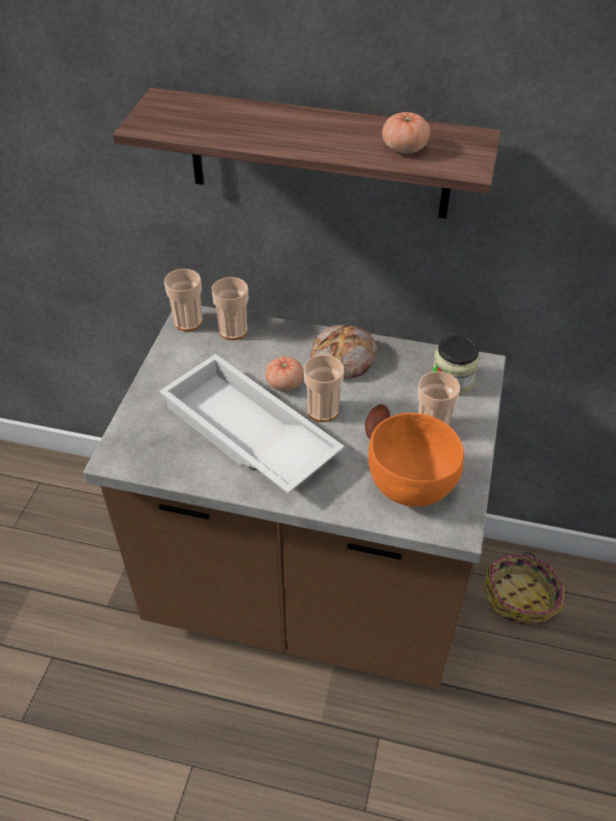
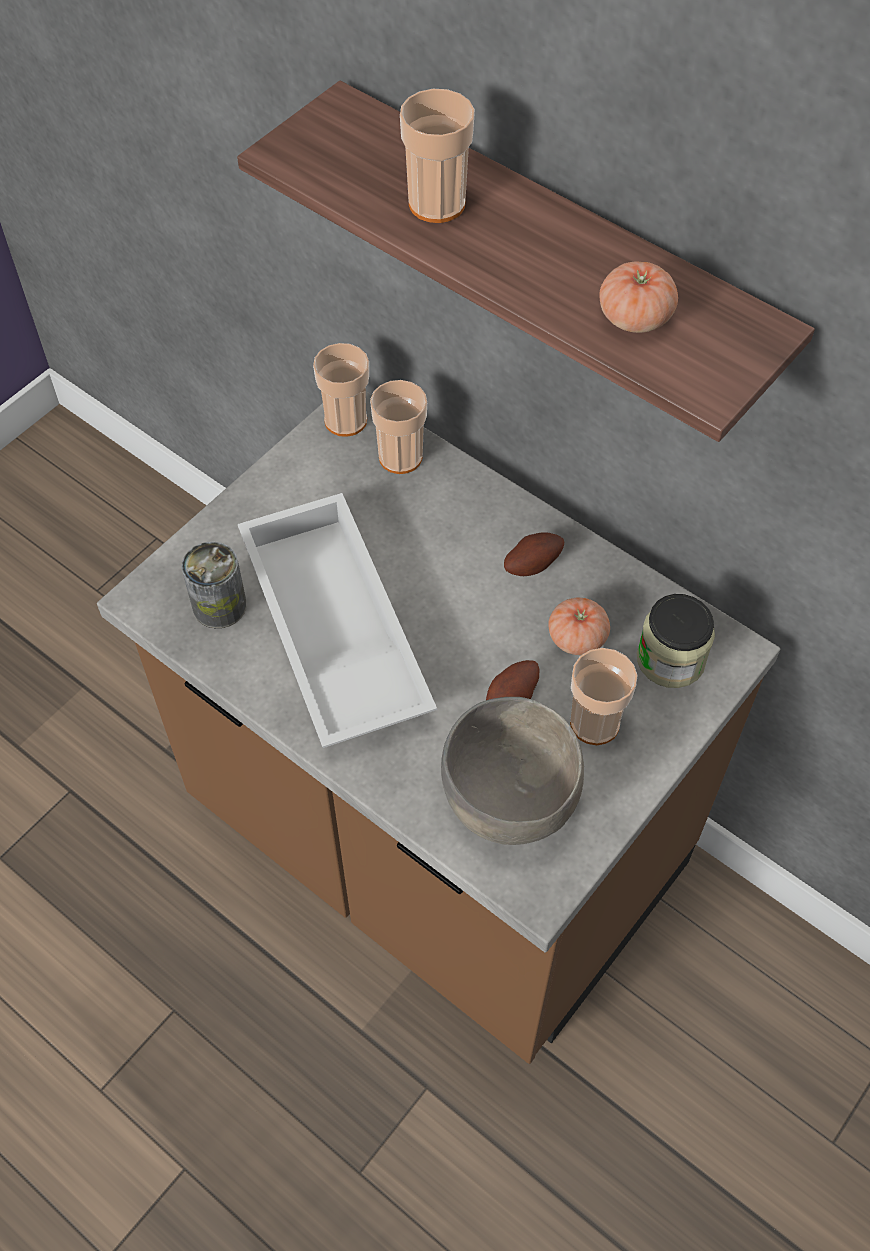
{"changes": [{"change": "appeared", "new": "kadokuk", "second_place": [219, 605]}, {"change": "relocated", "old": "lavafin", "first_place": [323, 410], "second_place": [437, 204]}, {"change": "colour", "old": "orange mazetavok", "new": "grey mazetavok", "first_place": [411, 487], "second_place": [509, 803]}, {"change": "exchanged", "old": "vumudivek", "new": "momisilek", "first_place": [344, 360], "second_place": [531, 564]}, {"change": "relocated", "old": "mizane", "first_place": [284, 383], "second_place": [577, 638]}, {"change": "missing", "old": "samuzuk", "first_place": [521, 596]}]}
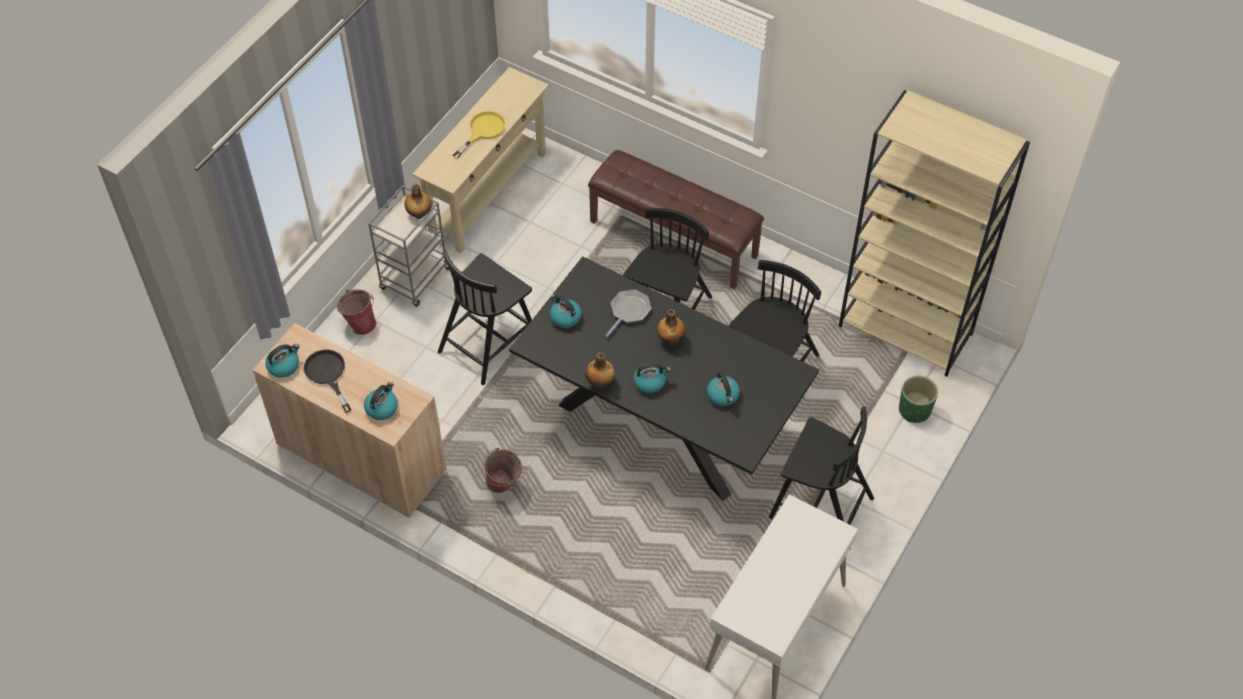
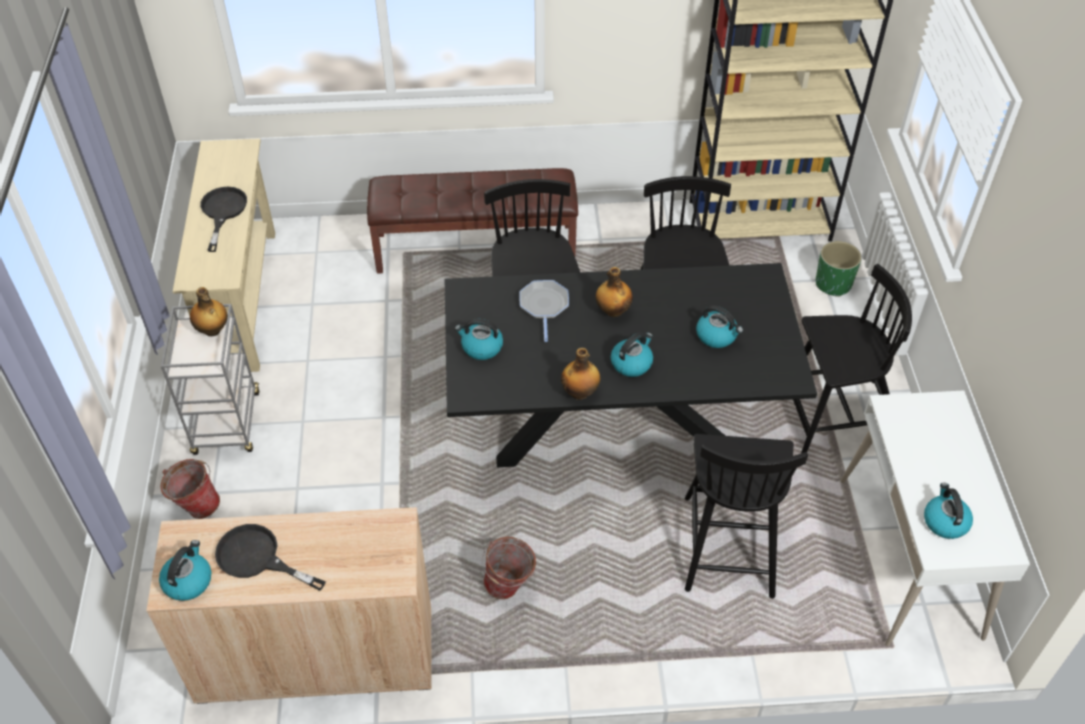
{"changes": [{"change": "colour", "old": "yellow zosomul", "new": "black zosomul", "first_place": [483, 131], "second_place": [222, 212]}, {"change": "relocated", "old": "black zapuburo", "first_place": [489, 342], "second_place": [729, 543]}, {"change": "relocated", "old": "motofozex", "first_place": [382, 408], "second_place": [944, 521]}]}
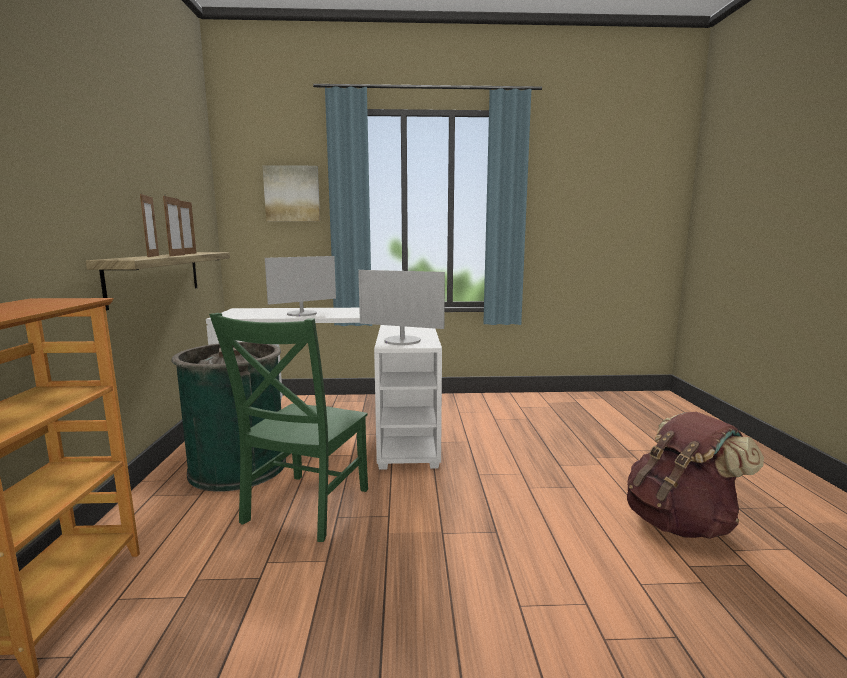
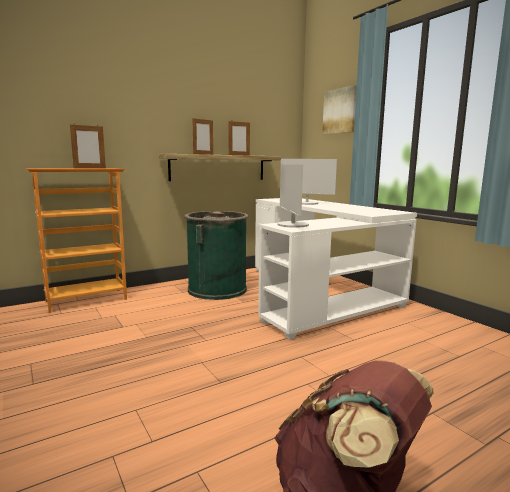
{"changes": [{"change": "relocated", "old": "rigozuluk", "first_place": [177, 255], "second_place": [89, 168]}, {"change": "missing", "old": "green zapuburo", "first_place": [304, 508]}]}
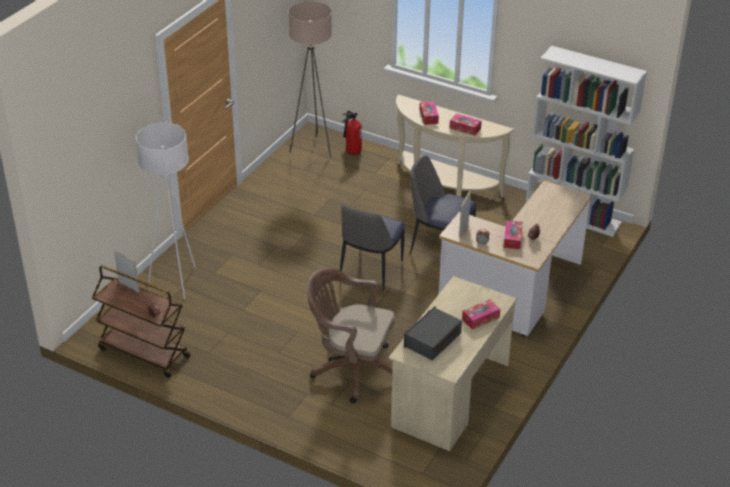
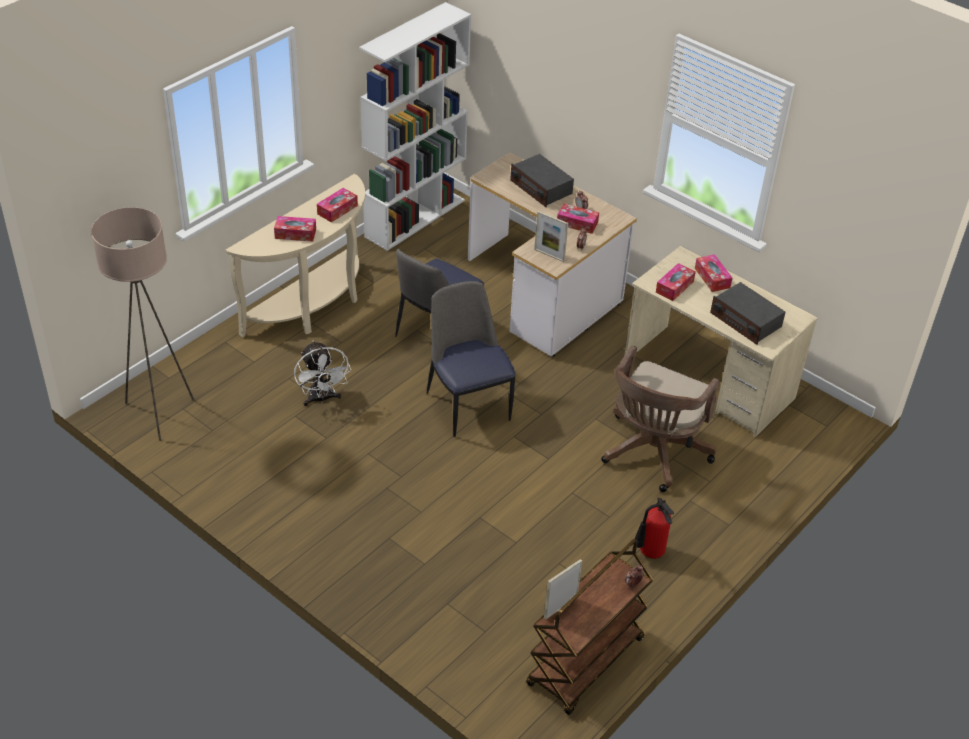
{"changes": [{"change": "appeared", "new": "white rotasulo", "second_place": [321, 399]}, {"change": "spun", "old": "zapuburo", "first_place": [370, 270], "second_place": [467, 404], "degrees": -150}, {"change": "appeared", "new": "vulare", "second_place": [541, 187]}, {"change": "relocated", "old": "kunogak", "first_place": [351, 151], "second_place": [649, 554]}, {"change": "appeared", "new": "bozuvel", "second_place": [674, 287]}, {"change": "missing", "old": "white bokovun", "first_place": [176, 282]}]}
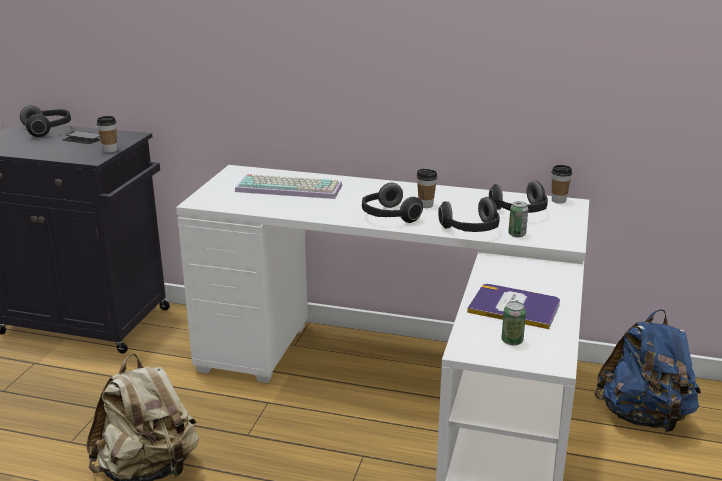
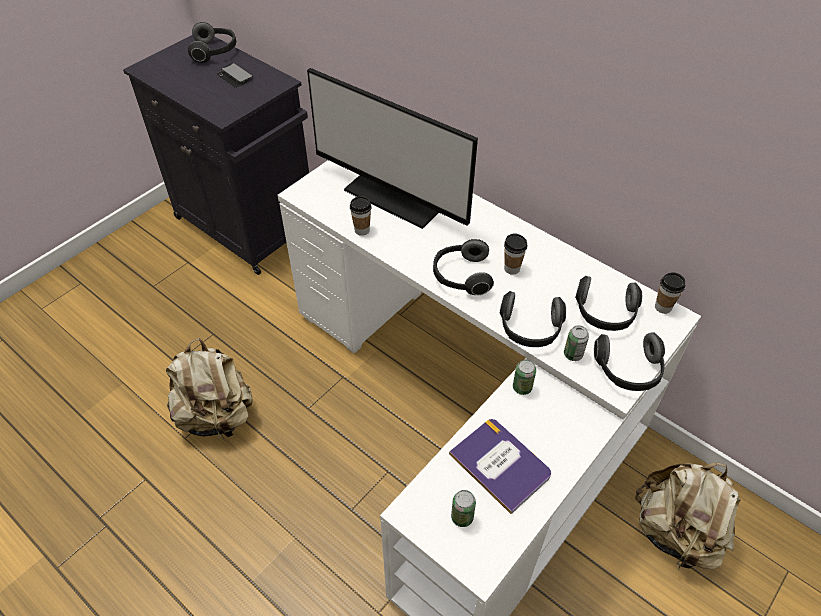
{"changes": [{"change": "exchanged", "old": "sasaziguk", "new": "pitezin", "first_place": [290, 188], "second_place": [397, 195]}, {"change": "relocated", "old": "lavafin", "first_place": [110, 150], "second_place": [362, 230]}, {"change": "appeared", "new": "kadokuk", "second_place": [522, 387]}, {"change": "appeared", "new": "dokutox", "second_place": [628, 371]}, {"change": "colour", "old": "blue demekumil", "new": "beige demekumil", "first_place": [643, 417], "second_place": [676, 532]}]}
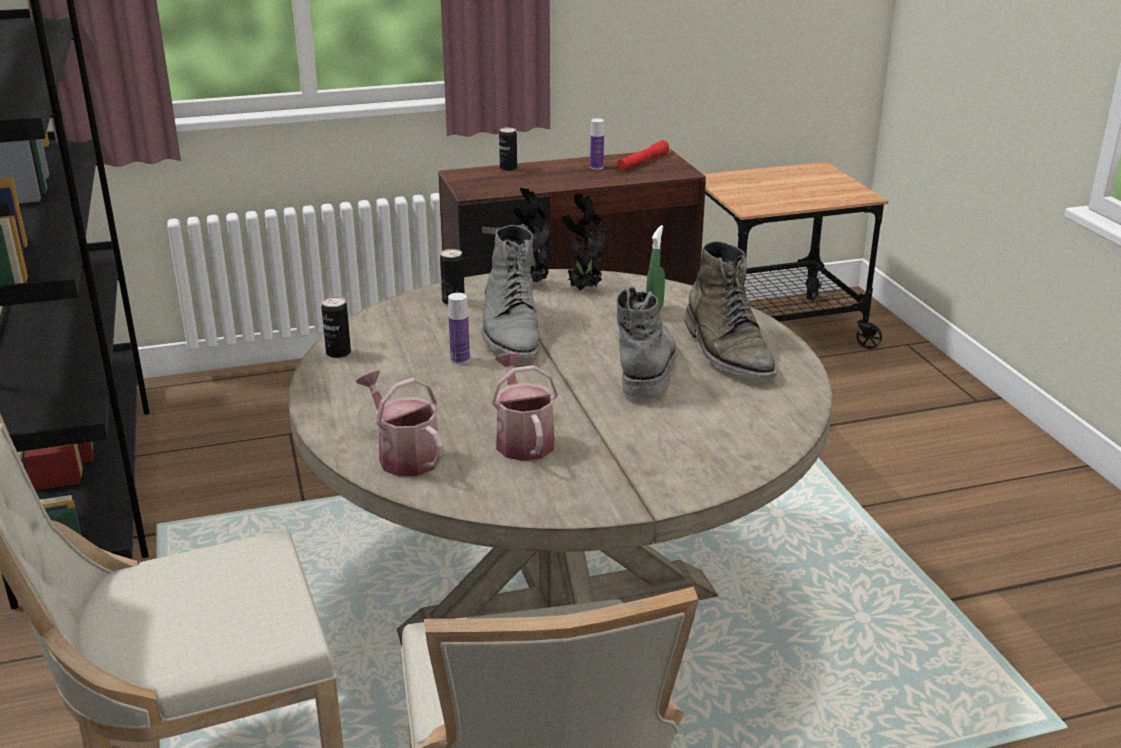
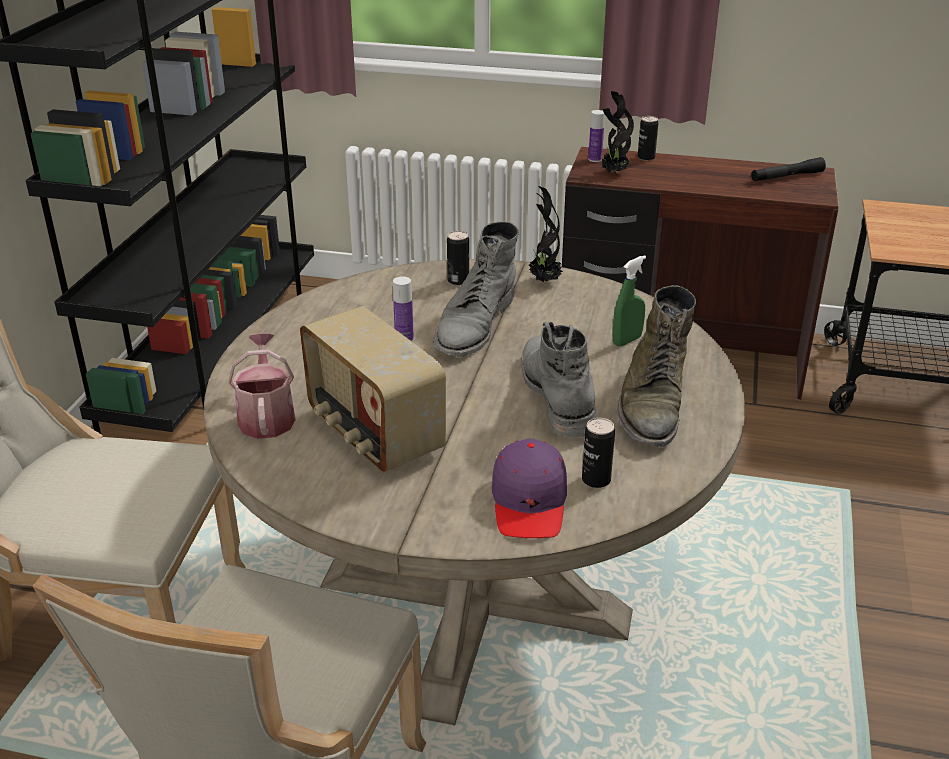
{"changes": [{"change": "exchanged", "old": "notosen", "new": "vulare", "first_place": [523, 439], "second_place": [373, 433]}, {"change": "appeared", "new": "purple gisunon", "second_place": [529, 502]}, {"change": "spun", "old": "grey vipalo", "first_place": [645, 365], "second_place": [557, 394], "degrees": -45}, {"change": "relocated", "old": "kadokuk", "first_place": [338, 353], "second_place": [596, 480]}, {"change": "relocated", "old": "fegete", "first_place": [596, 167], "second_place": [595, 159]}, {"change": "relocated", "old": "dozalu", "first_place": [583, 289], "second_place": [613, 173]}, {"change": "colour", "old": "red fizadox", "new": "black fizadox", "first_place": [642, 162], "second_place": [787, 177]}]}
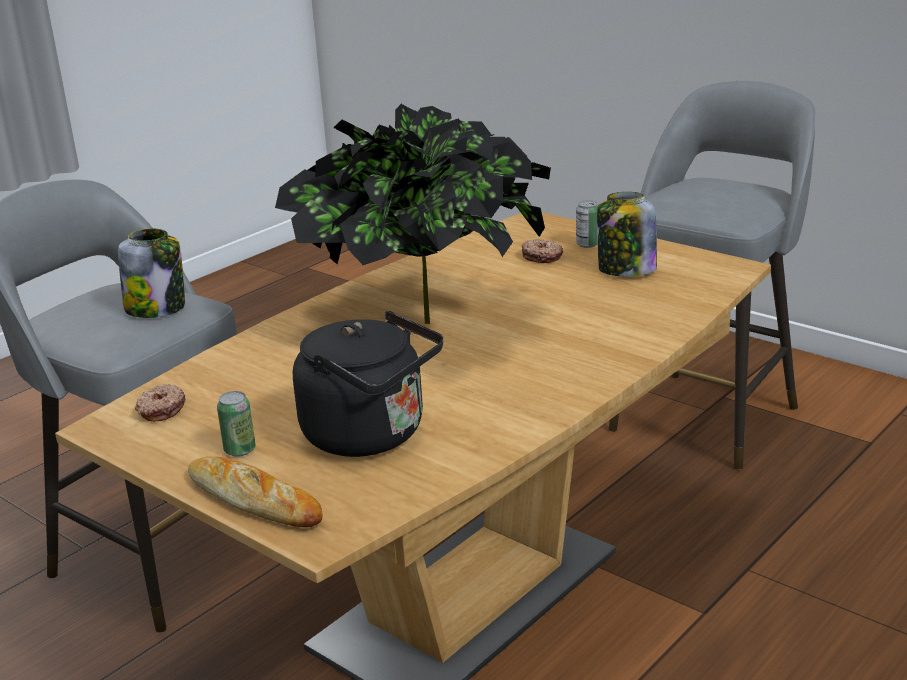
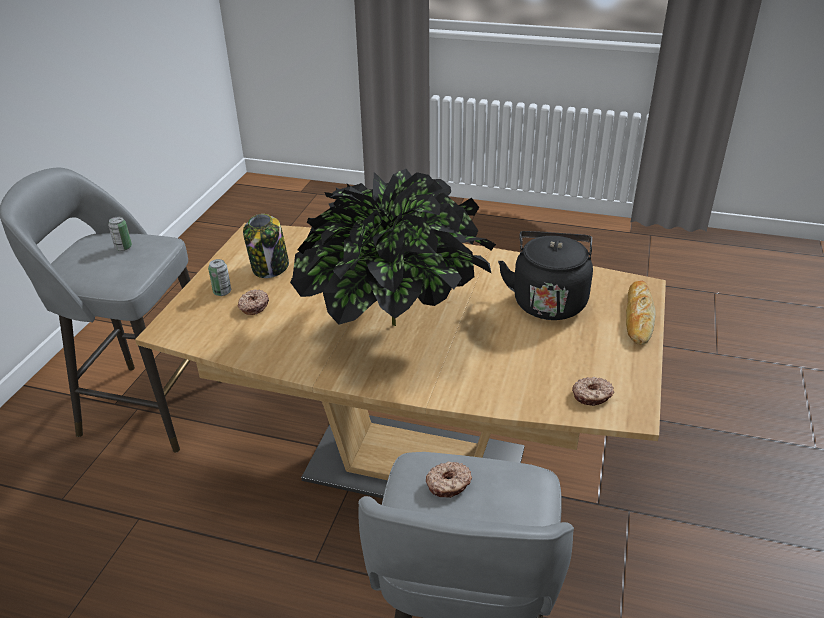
{"changes": [{"change": "relocated", "old": "kadokuk", "first_place": [240, 450], "second_place": [123, 247]}, {"change": "exchanged", "old": "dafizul", "new": "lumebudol", "first_place": [157, 308], "second_place": [449, 484]}]}
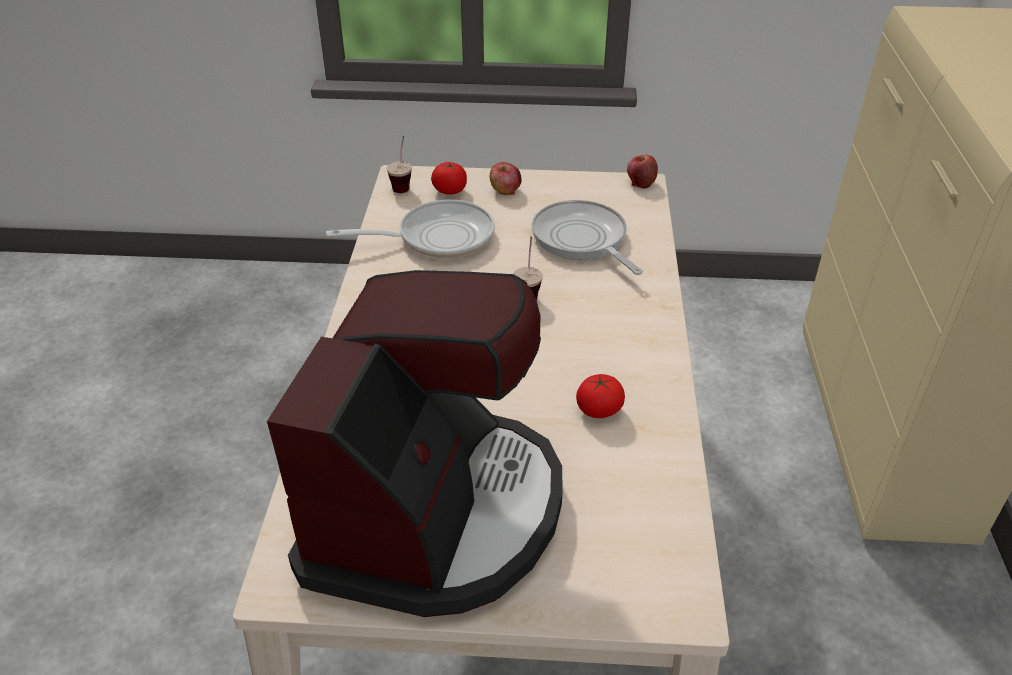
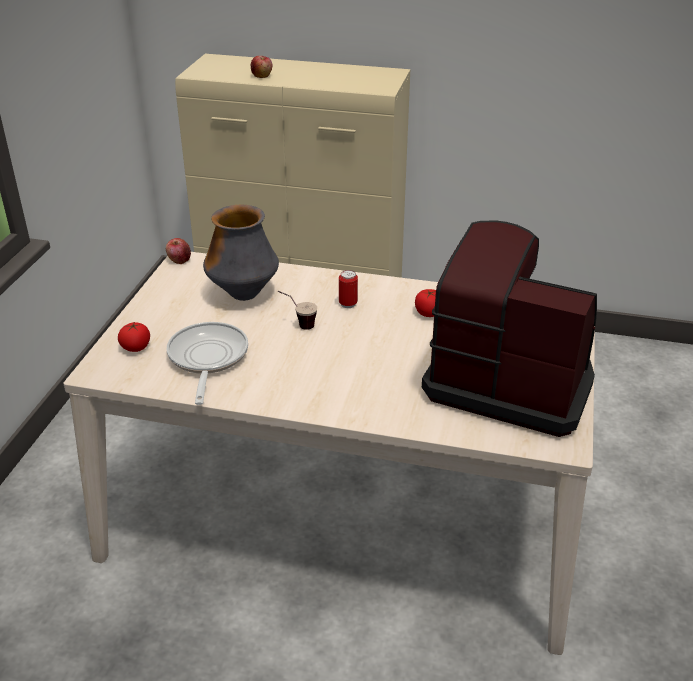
{"changes": [{"change": "exchanged", "old": "zosomul", "new": "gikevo", "first_place": [582, 240], "second_place": [244, 294]}, {"change": "relocated", "old": "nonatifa", "first_place": [505, 190], "second_place": [262, 76]}, {"change": "appeared", "new": "kadokuk", "second_place": [348, 304]}, {"change": "missing", "old": "lavafin", "first_place": [402, 184]}]}
